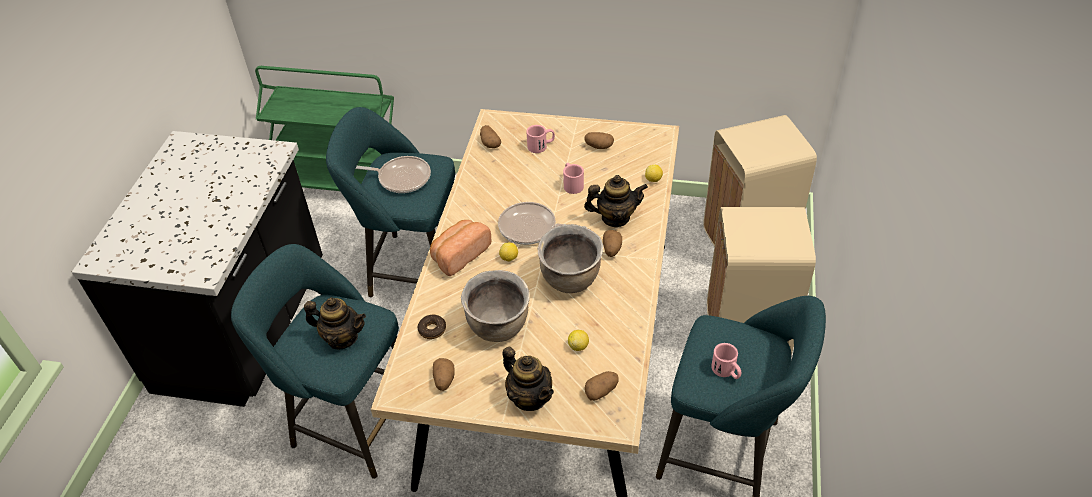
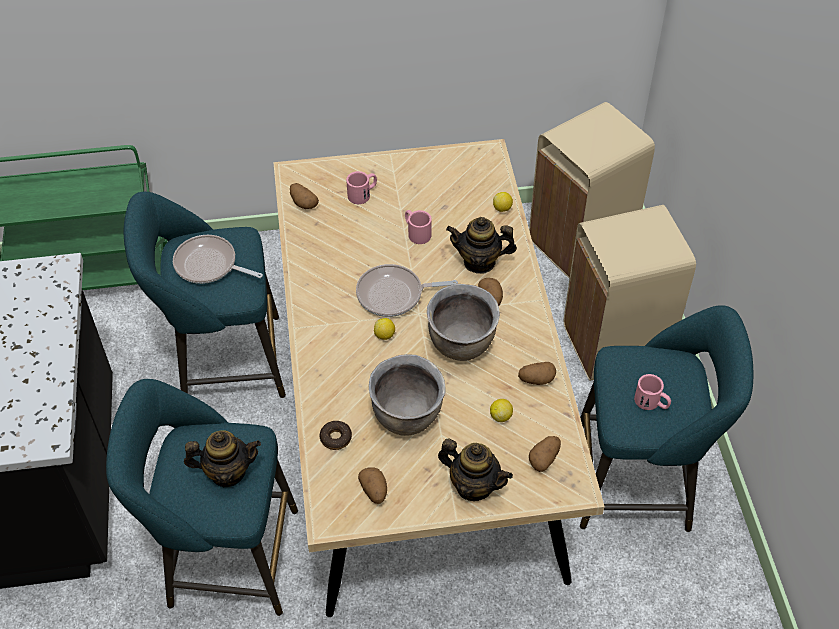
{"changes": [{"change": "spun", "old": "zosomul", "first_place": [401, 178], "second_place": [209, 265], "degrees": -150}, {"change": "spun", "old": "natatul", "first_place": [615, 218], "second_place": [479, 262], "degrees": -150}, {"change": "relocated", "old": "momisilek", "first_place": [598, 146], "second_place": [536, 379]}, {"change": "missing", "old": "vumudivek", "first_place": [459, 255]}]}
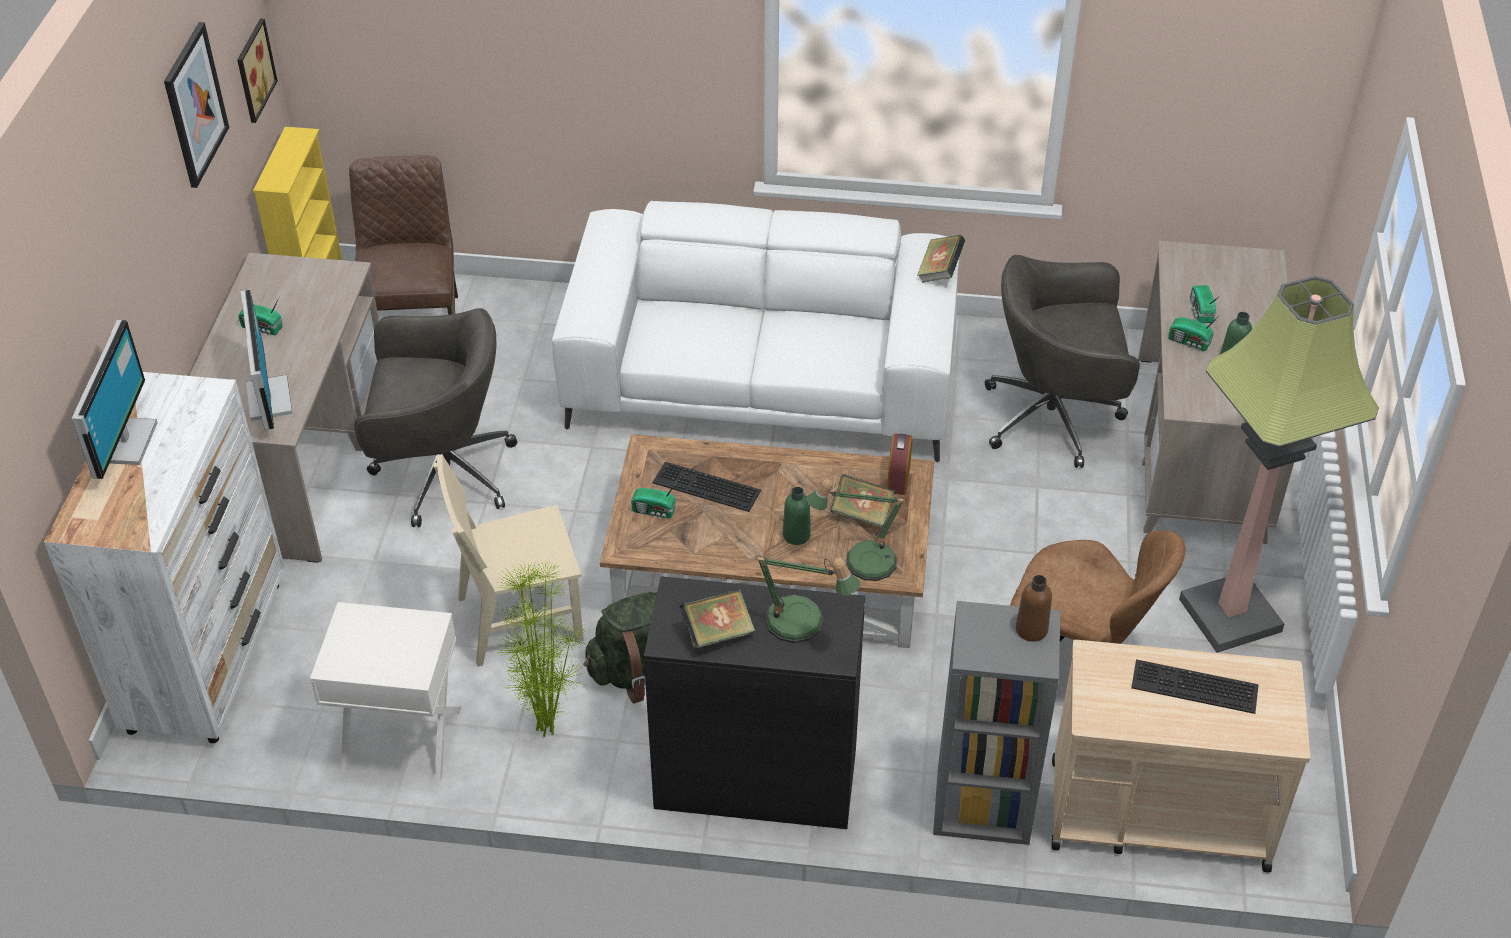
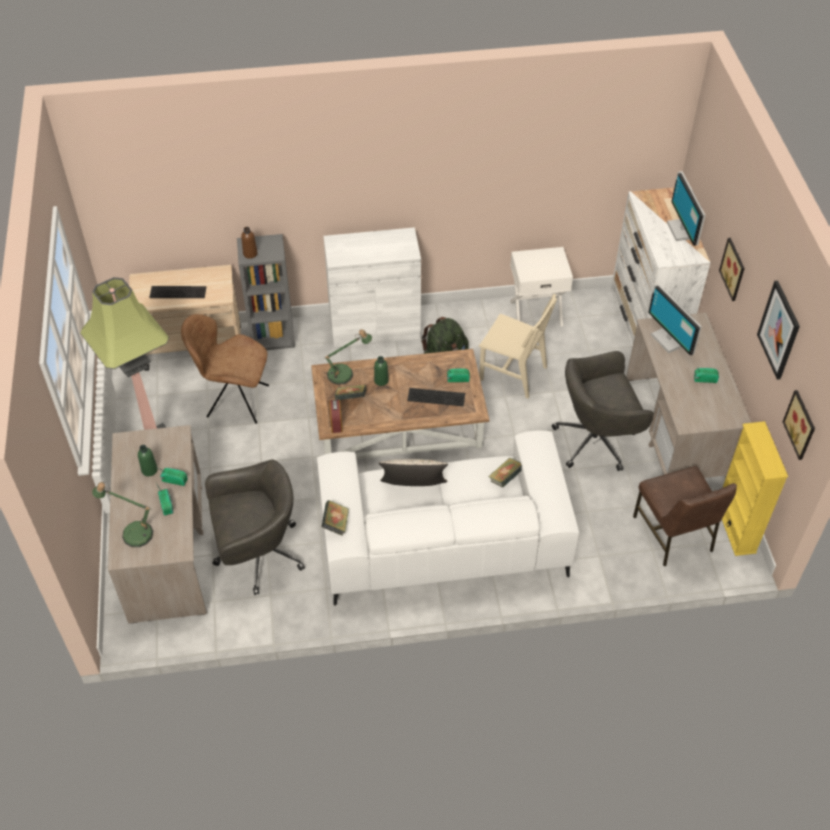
{"changes": [{"change": "relocated", "old": "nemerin", "first_place": [802, 626], "second_place": [133, 532]}, {"change": "colour", "old": "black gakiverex", "new": "white gakiverex", "first_place": [756, 779], "second_place": [374, 327]}, {"change": "appeared", "new": "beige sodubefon", "second_place": [413, 490]}, {"change": "spun", "old": "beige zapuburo", "first_place": [519, 618], "second_place": [513, 373], "degrees": 60}, {"change": "relocated", "old": "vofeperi", "first_place": [717, 633], "second_place": [505, 478]}, {"change": "appeared", "new": "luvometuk", "second_place": [734, 269]}, {"change": "missing", "old": "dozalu", "first_place": [548, 727]}]}
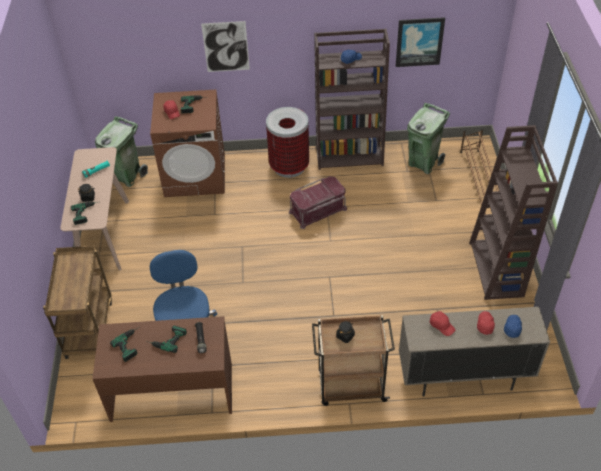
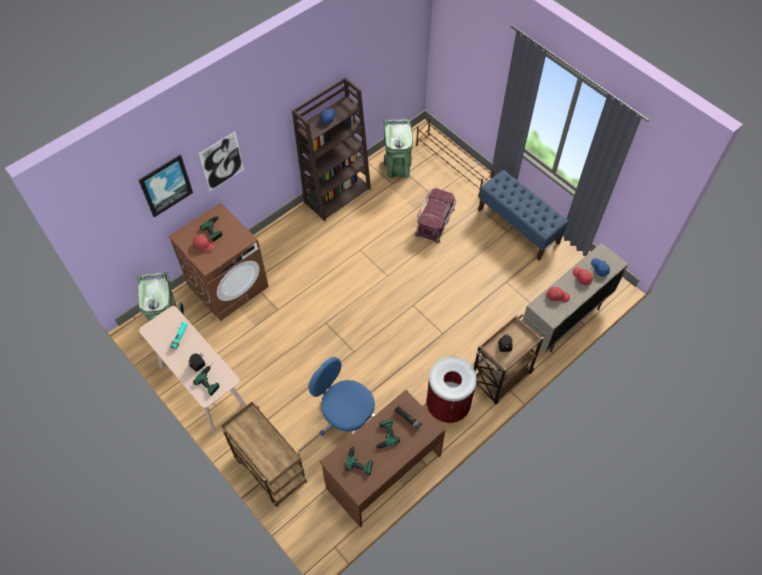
{"changes": [{"change": "relocated", "old": "luvometuk", "first_place": [419, 41], "second_place": [165, 185]}, {"change": "relocated", "old": "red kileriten", "first_place": [318, 211], "second_place": [435, 222]}, {"change": "relocated", "old": "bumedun", "first_place": [289, 166], "second_place": [447, 406]}, {"change": "exchanged", "old": "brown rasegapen", "new": "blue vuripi", "first_place": [497, 269], "second_place": [518, 226]}]}
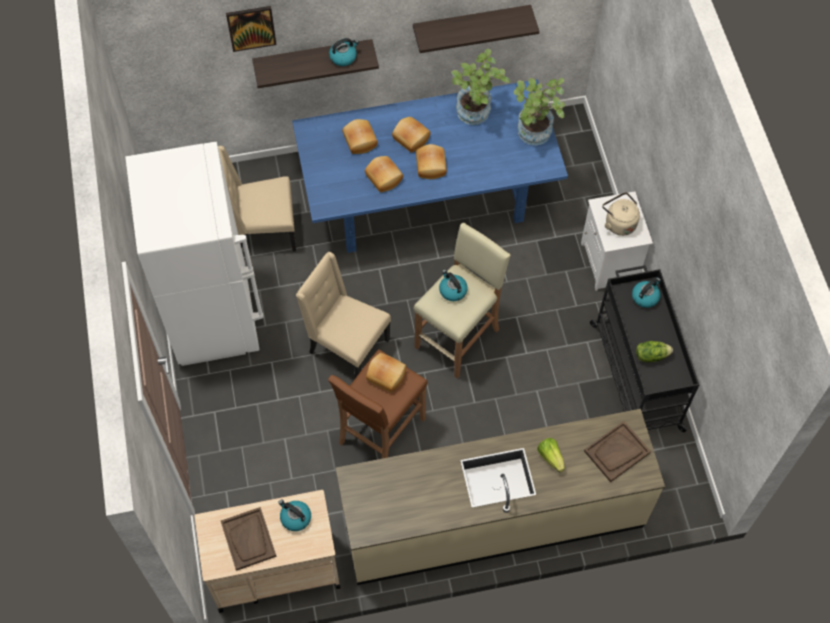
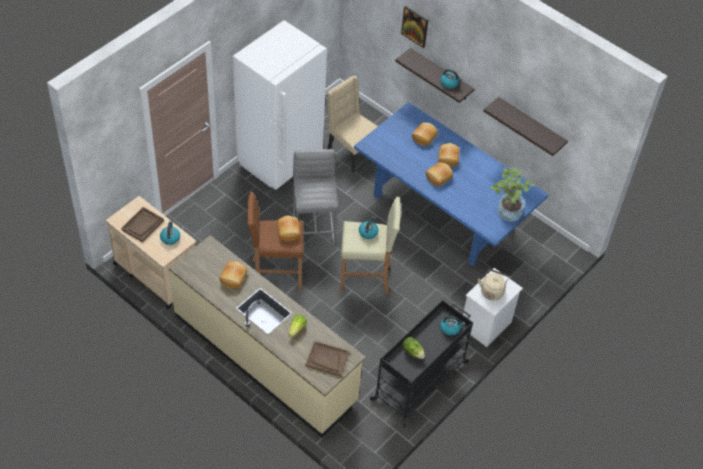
{"changes": [{"change": "relocated", "old": "vumudivek", "first_place": [384, 177], "second_place": [234, 278]}, {"change": "exchanged", "old": "beige zapuburo", "new": "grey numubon", "first_place": [347, 347], "second_place": [314, 229]}, {"change": "missing", "old": "dozalu", "first_place": [475, 115]}]}
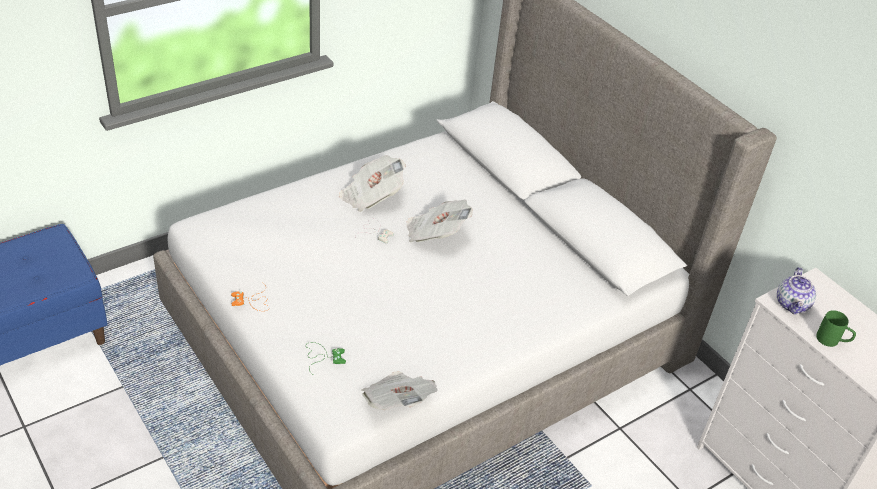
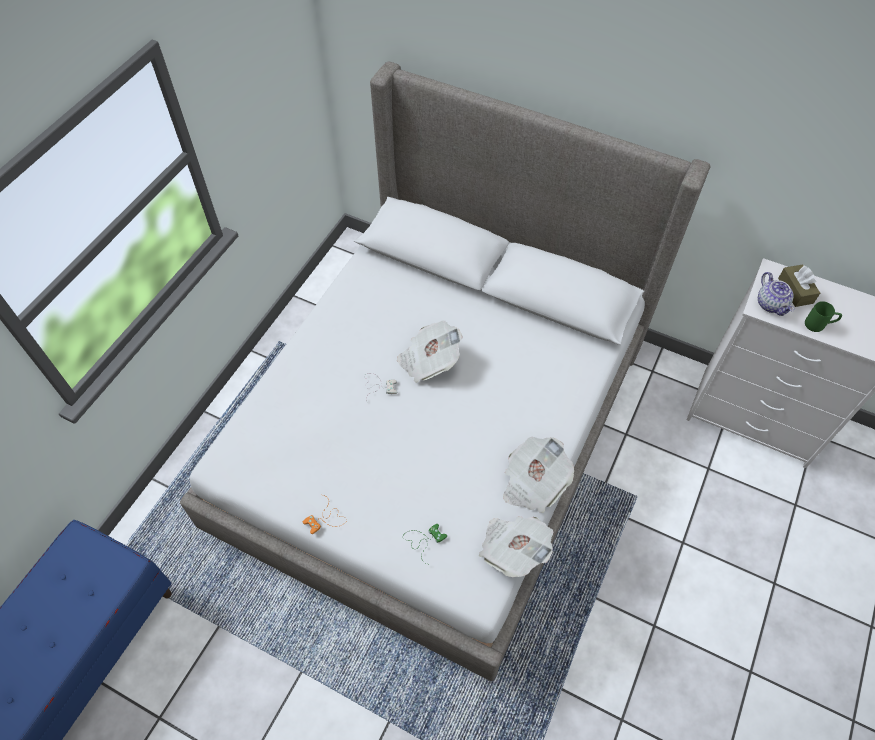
{"changes": [{"change": "relocated", "old": "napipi", "first_place": [371, 196], "second_place": [533, 483]}, {"change": "appeared", "new": "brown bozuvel", "second_place": [795, 290]}]}
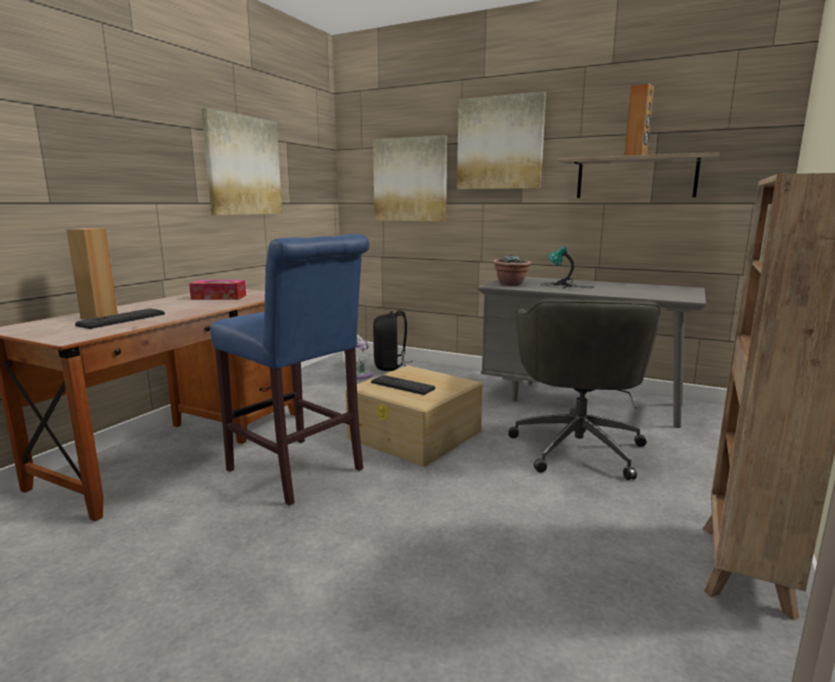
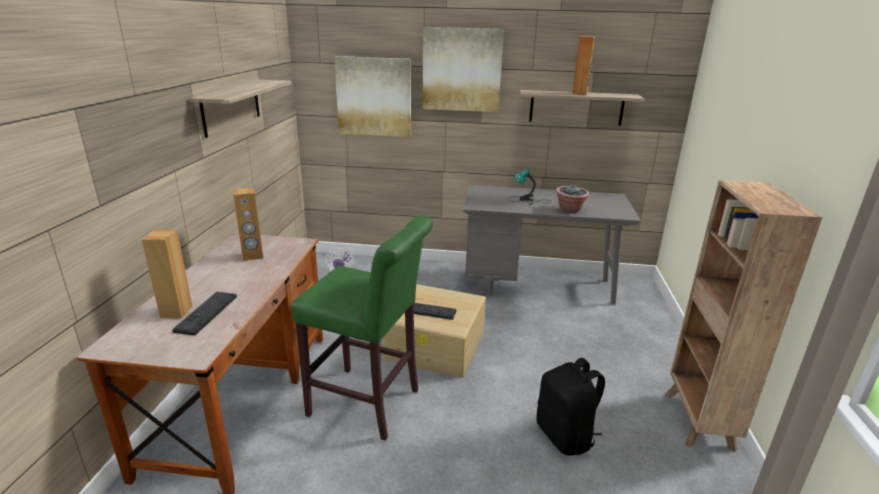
{"changes": [{"change": "exchanged", "old": "luvometuk", "new": "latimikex", "first_place": [243, 166], "second_place": [231, 107]}, {"change": "exchanged", "old": "bozuvel", "new": "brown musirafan", "first_place": [219, 297], "second_place": [253, 256]}, {"change": "colour", "old": "blue numubon", "new": "green numubon", "first_place": [299, 472], "second_place": [369, 404]}, {"change": "relocated", "old": "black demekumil", "first_place": [390, 366], "second_place": [565, 436]}, {"change": "relocated", "old": "dozalu", "first_place": [511, 284], "second_place": [570, 210]}, {"change": "missing", "old": "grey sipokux", "first_place": [577, 447]}]}
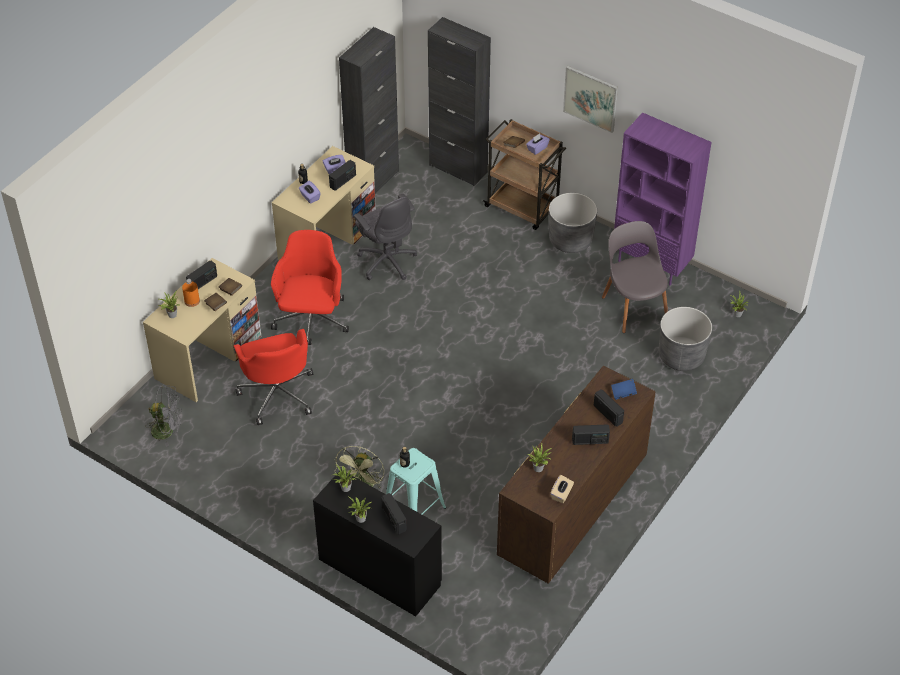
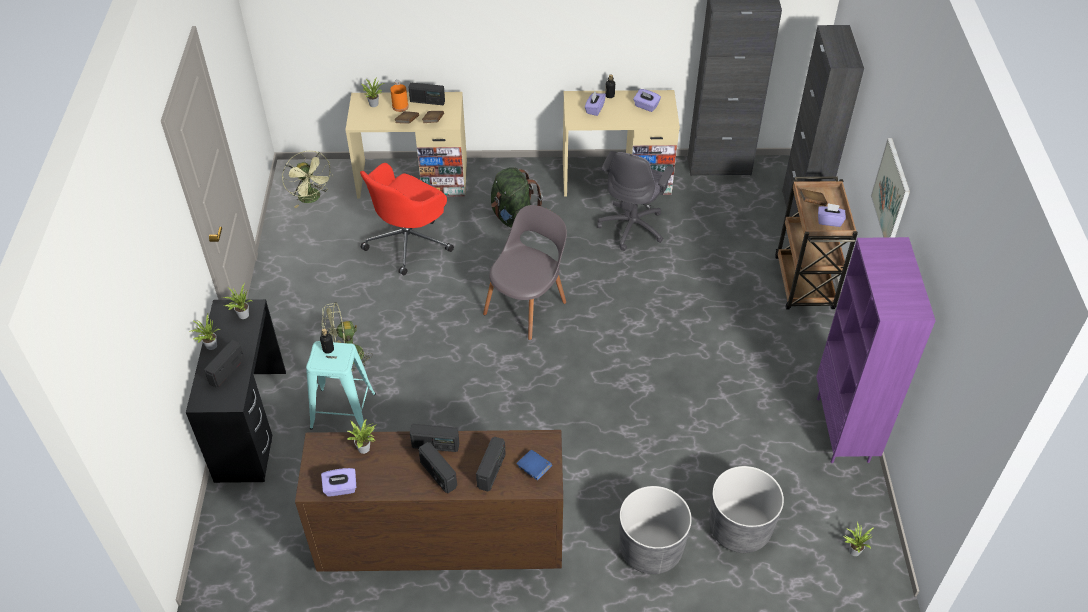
{"changes": [{"change": "colour", "old": "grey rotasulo", "new": "green rotasulo", "first_place": [167, 430], "second_place": [312, 198]}, {"change": "colour", "old": "beige bozuvel", "new": "purple bozuvel", "first_place": [561, 494], "second_place": [340, 488]}, {"change": "relocated", "old": "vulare", "first_place": [343, 181], "second_place": [435, 445]}, {"change": "relocated", "old": "grey zapuburo", "first_place": [634, 306], "second_place": [527, 305]}, {"change": "exchanged", "old": "red sipokux", "new": "green demekumil", "first_place": [312, 320], "second_place": [513, 217]}, {"change": "relocated", "old": "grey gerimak", "first_place": [570, 240], "second_place": [650, 549]}]}
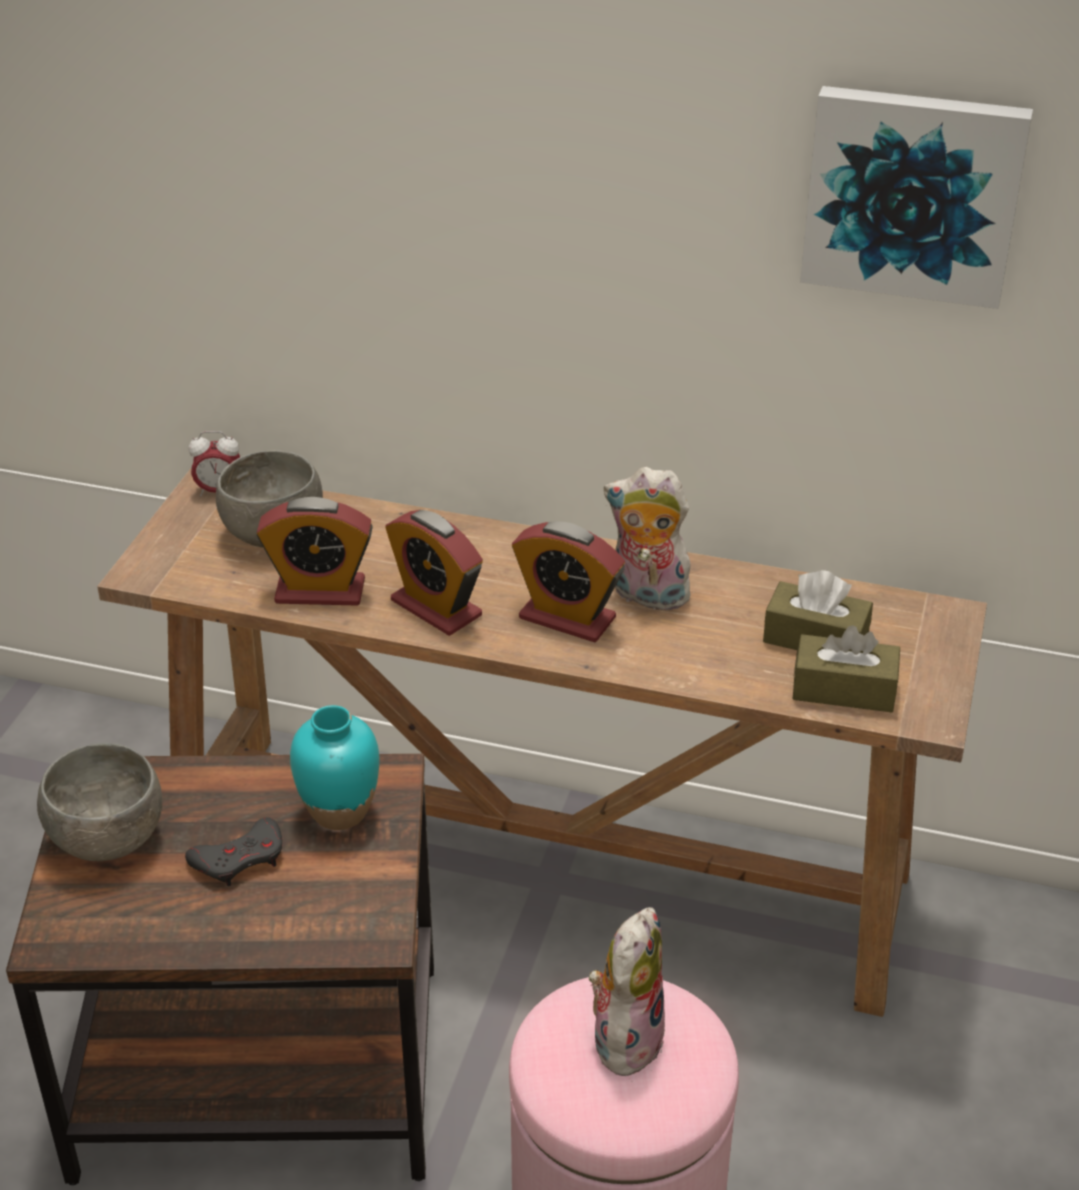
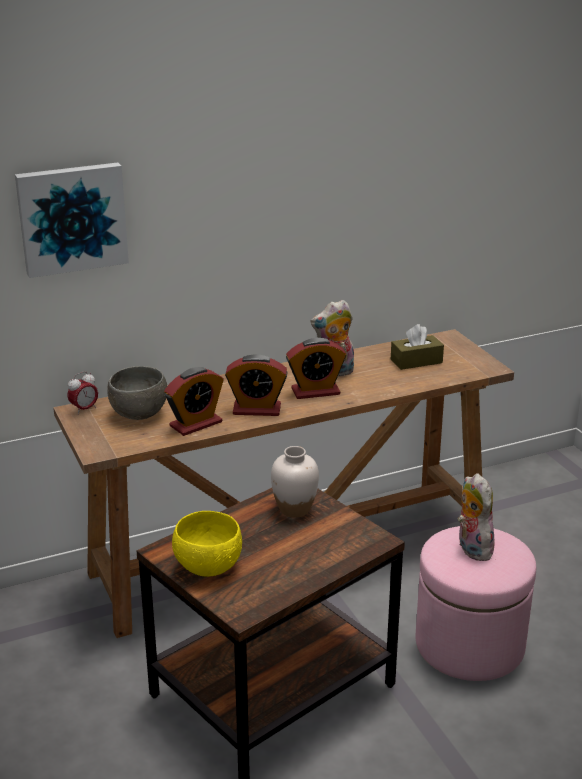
{"changes": [{"change": "relocated", "old": "luvometuk", "first_place": [913, 193], "second_place": [72, 218]}, {"change": "colour", "old": "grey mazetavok", "new": "yellow mazetavok", "first_place": [107, 841], "second_place": [208, 568]}, {"change": "colour", "old": "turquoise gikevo", "new": "white gikevo", "first_place": [339, 811], "second_place": [294, 509]}, {"change": "missing", "old": "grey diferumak", "first_place": [240, 859]}, {"change": "missing", "old": "brown bozuvel", "first_place": [844, 689]}]}
